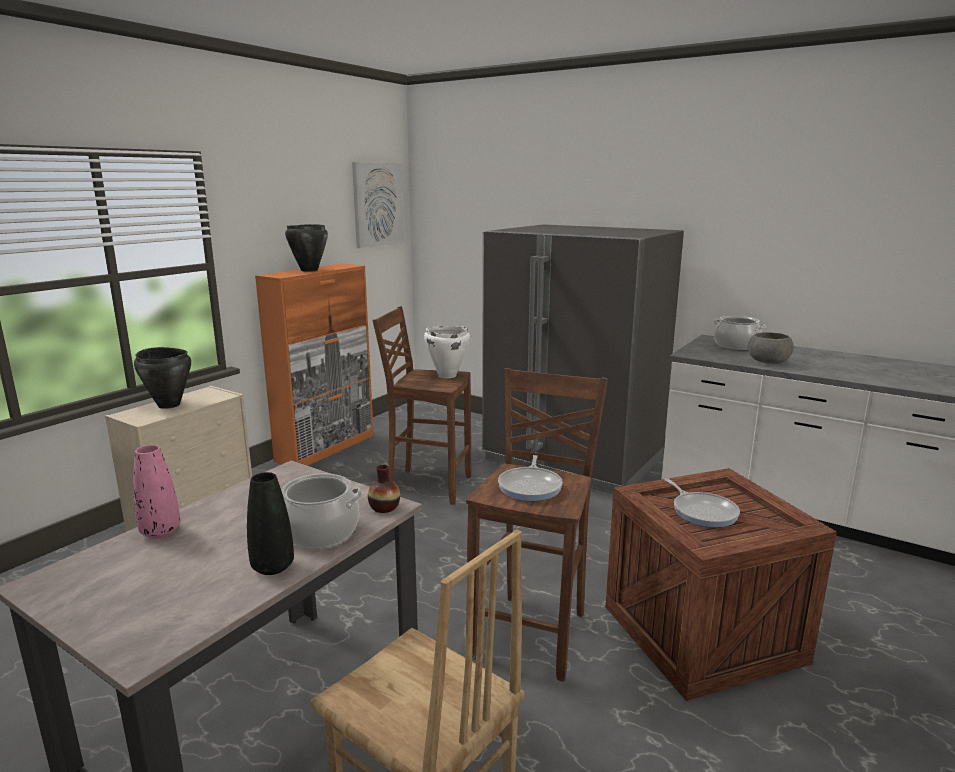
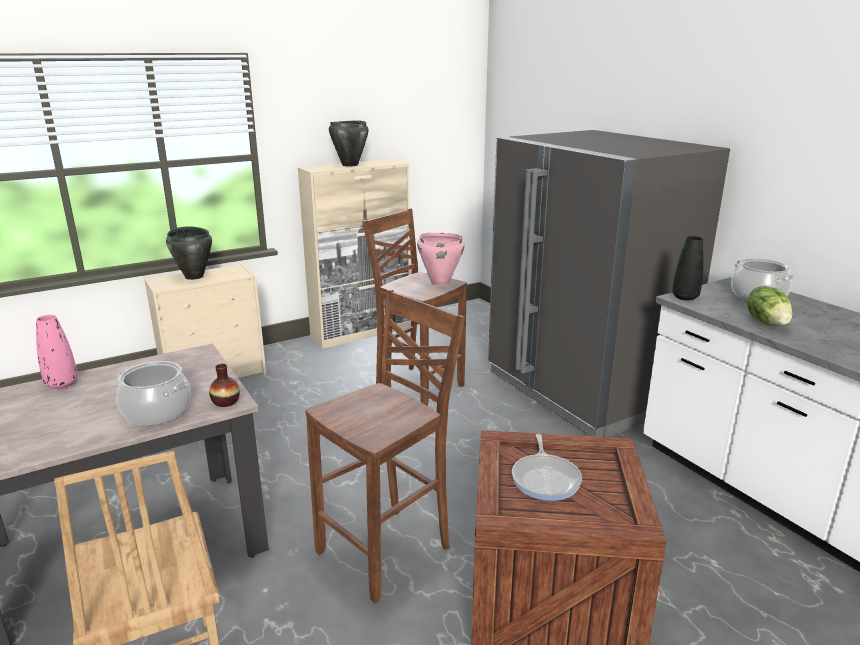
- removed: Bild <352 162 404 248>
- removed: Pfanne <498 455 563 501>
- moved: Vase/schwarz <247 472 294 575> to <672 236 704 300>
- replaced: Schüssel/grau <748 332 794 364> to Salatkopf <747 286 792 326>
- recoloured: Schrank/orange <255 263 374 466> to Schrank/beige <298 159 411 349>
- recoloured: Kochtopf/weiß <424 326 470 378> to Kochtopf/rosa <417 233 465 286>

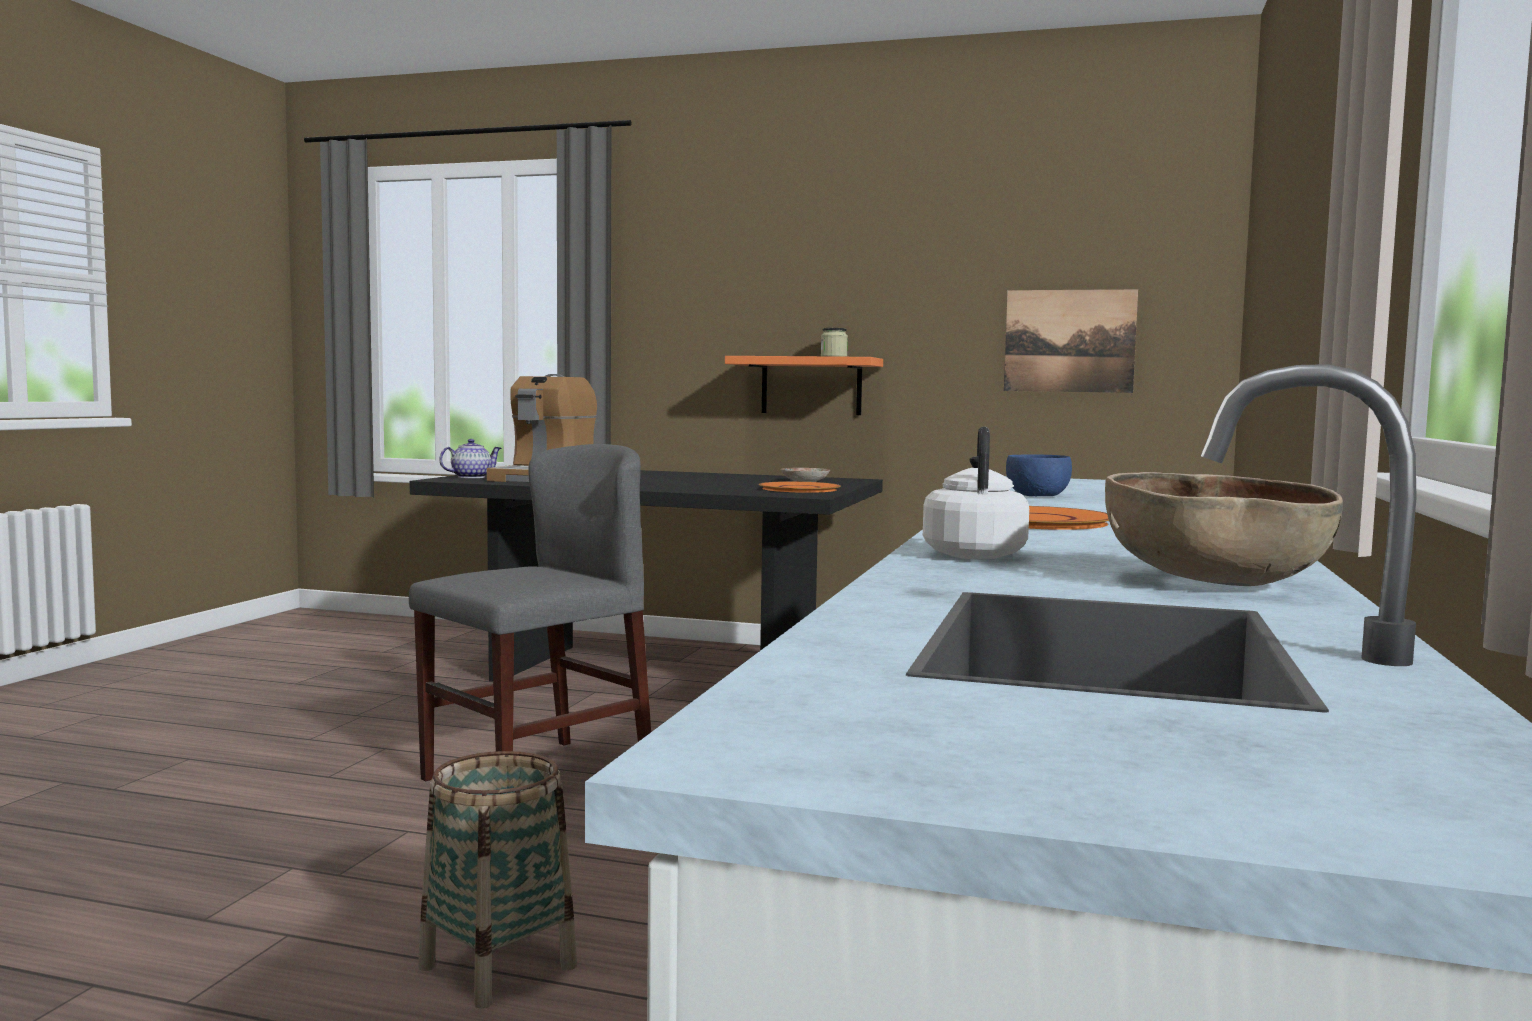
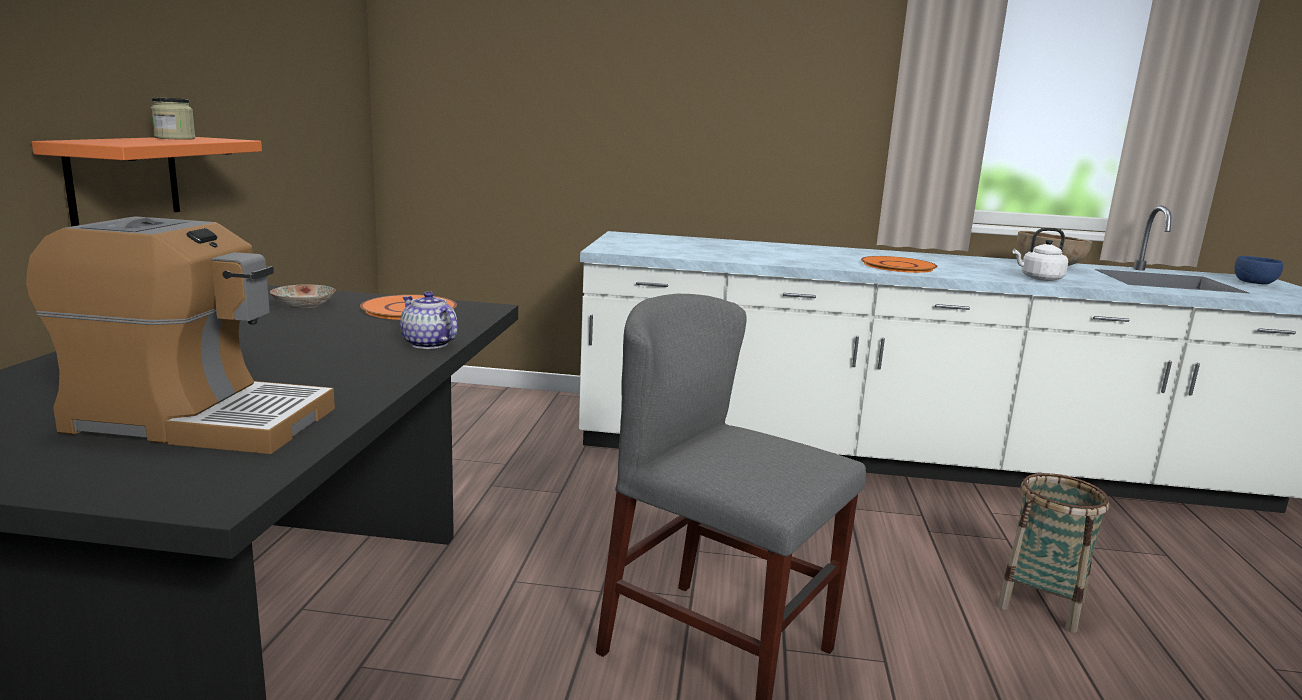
- removed: Bild <1004 289 1138 393>
- moved: Teekanne <439 439 502 478> to <400 291 457 349>
- moved: Schüssel/blau <1006 454 1072 496> to <1234 256 1283 284>

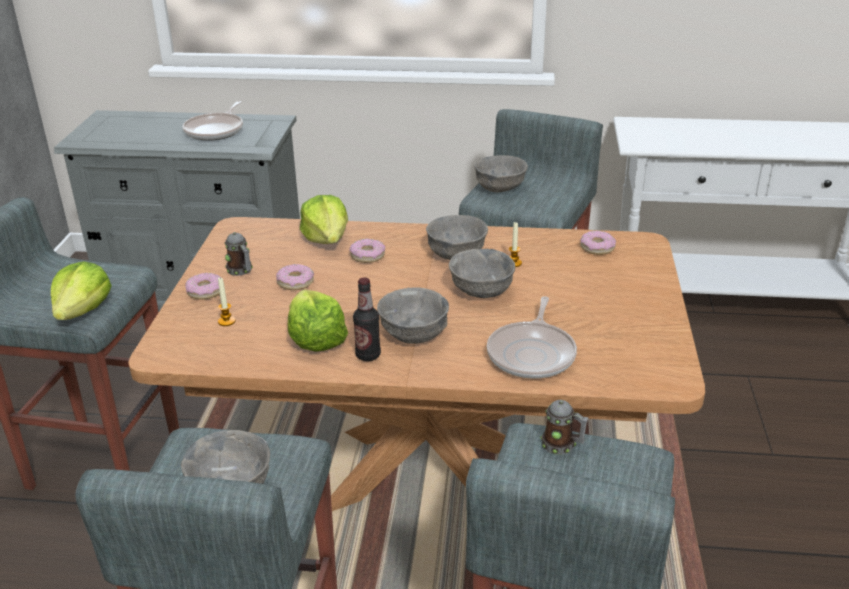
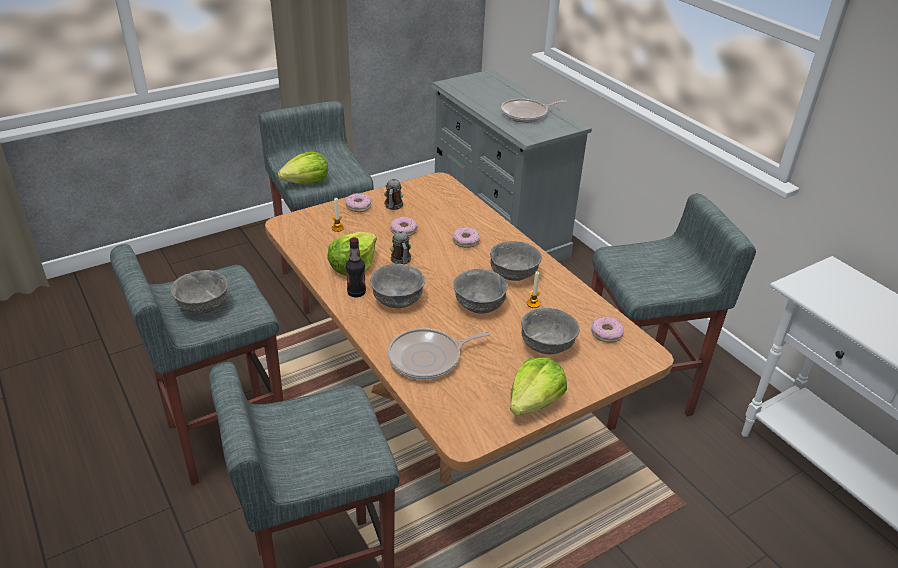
- moved: Salatkopf <300 195 348 244> to <510 357 567 416>
- moved: Schüssel/grau <474 155 528 192> to <521 308 580 355>
- moved: Henkelbecher <540 400 588 455> to <390 231 411 265>

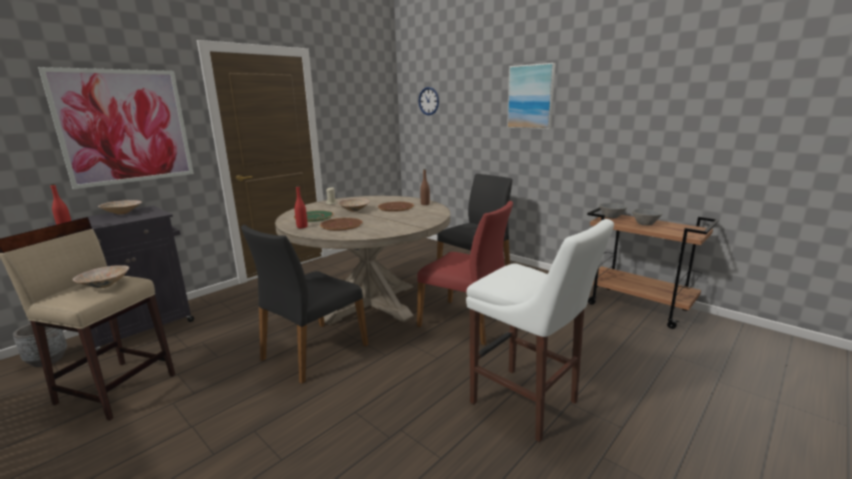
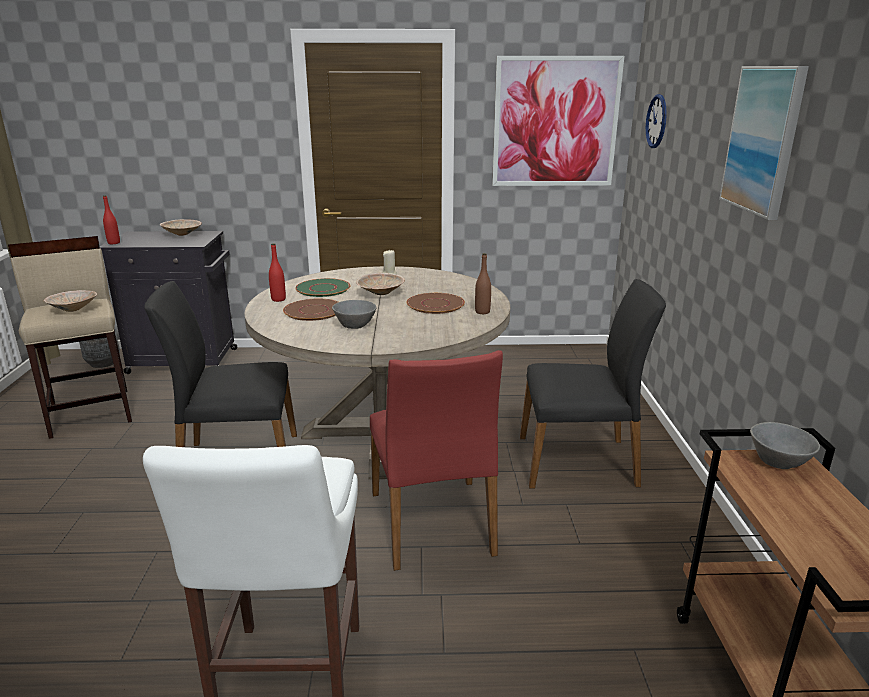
- moved: Bild <38 67 194 189> to <492 56 624 186>
- moved: Schüssel/grau <632 209 662 226> to <332 300 377 329>

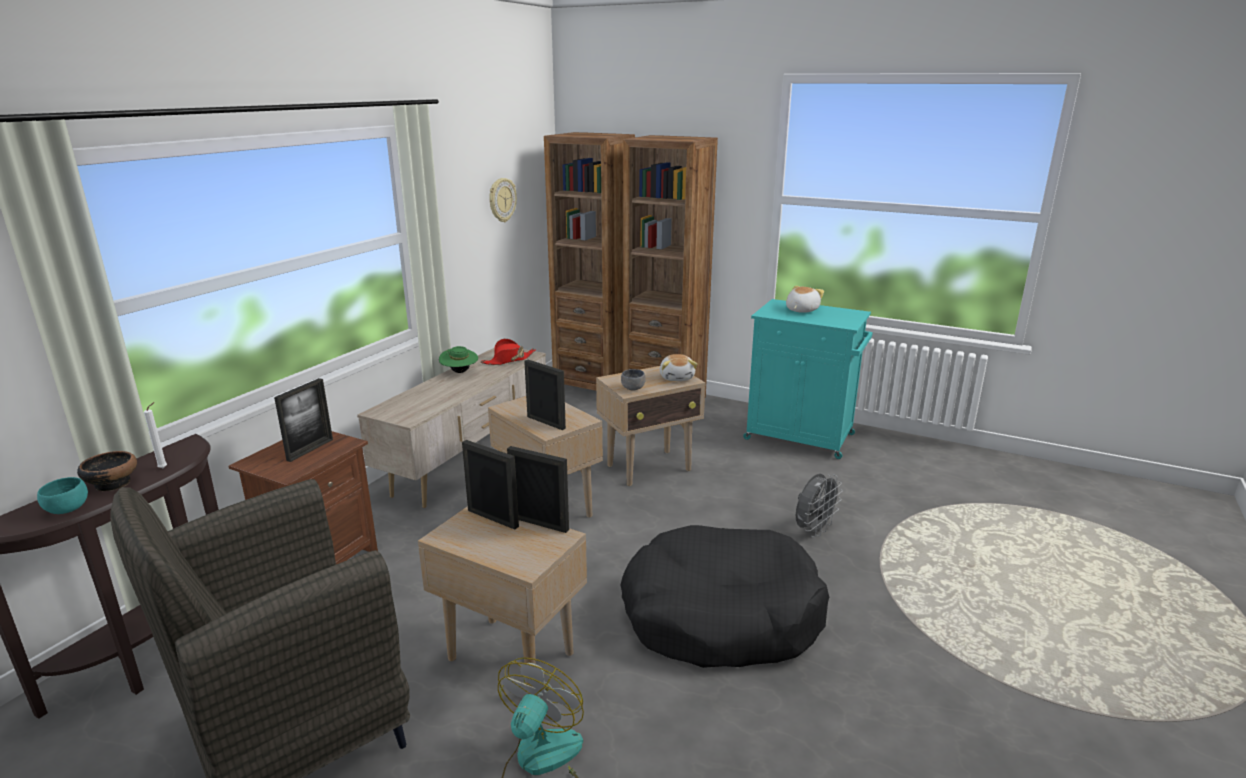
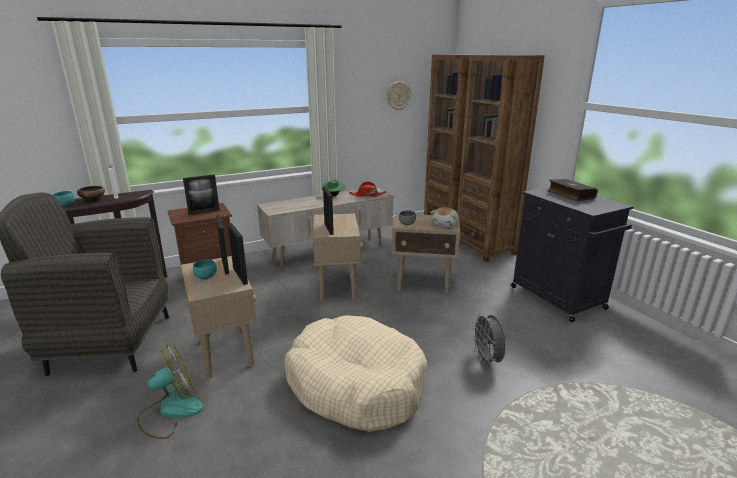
- added: Schüssel/türkis <193 260 217 280>
- replaced: Plüschtier <786 286 824 313> to Buch <547 179 598 201>
- recoloured: Hundebett/schwarz <620 525 829 668> to Hundebett/beige <284 315 427 432>
- recoloured: Schrank/türkis <743 299 873 459> to Schrank/schwarz <511 187 633 322>
- turned: Ventilator/grau <796 474 843 538> = <471 313 506 367> 90 degrees clockwise

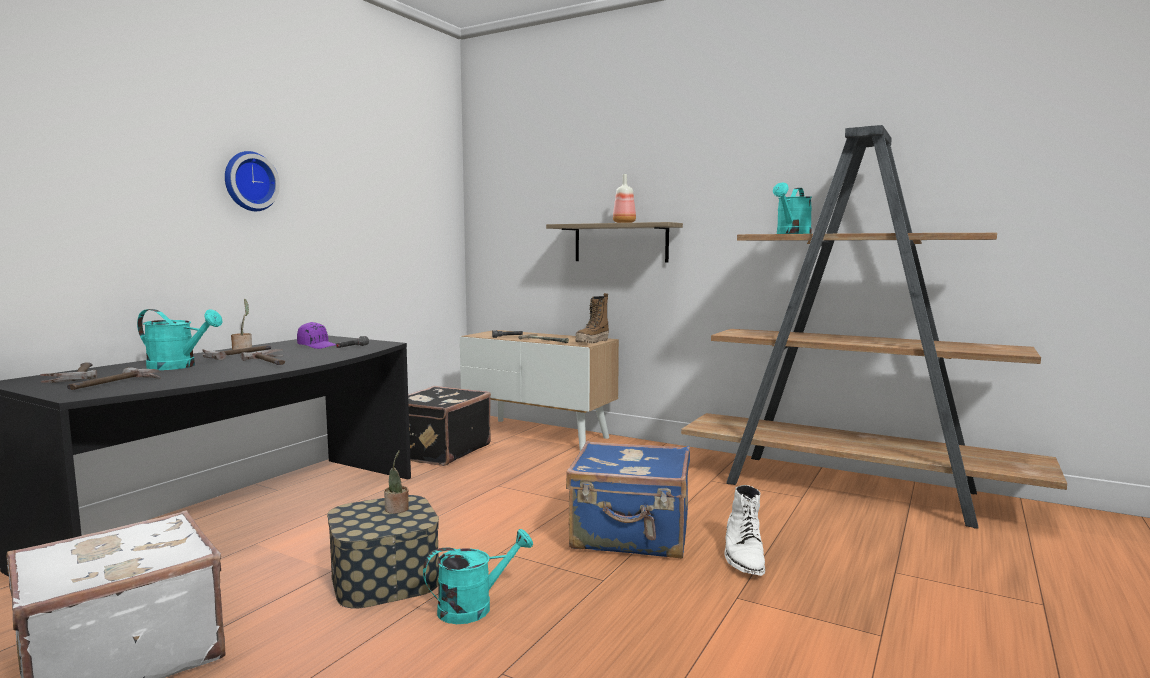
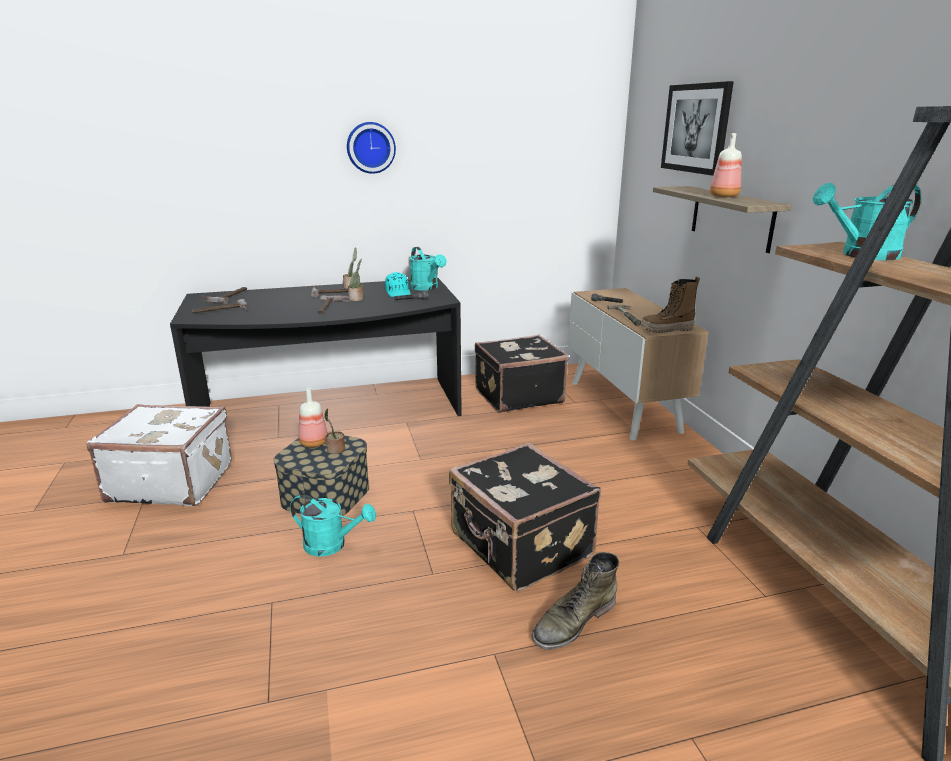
- added: Flasche <298 388 328 447>
- added: Topfpflanze <348 259 364 301>
- added: Bild <661 81 734 176>
- moved: Gießkanne/türkis <137 309 223 370> to <410 247 446 291>
- recoloured: Kappe/lila <297 322 336 349> to Kappe/türkis <385 272 411 297>
- recoloured: Koffer/blau <566 441 690 558> to Koffer/schwarz <449 443 601 592>
- recoloured: Stiefel/weiß <724 485 765 576> to Stiefel/grün <531 552 619 650>

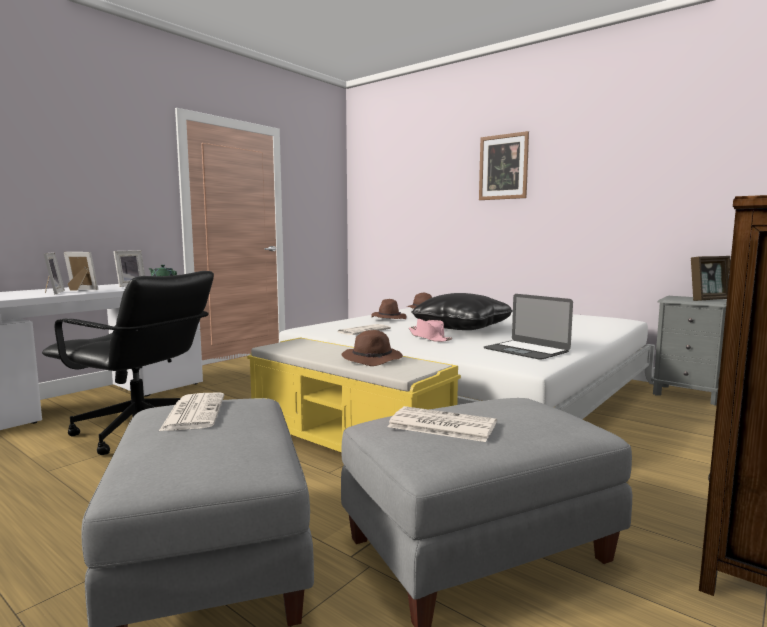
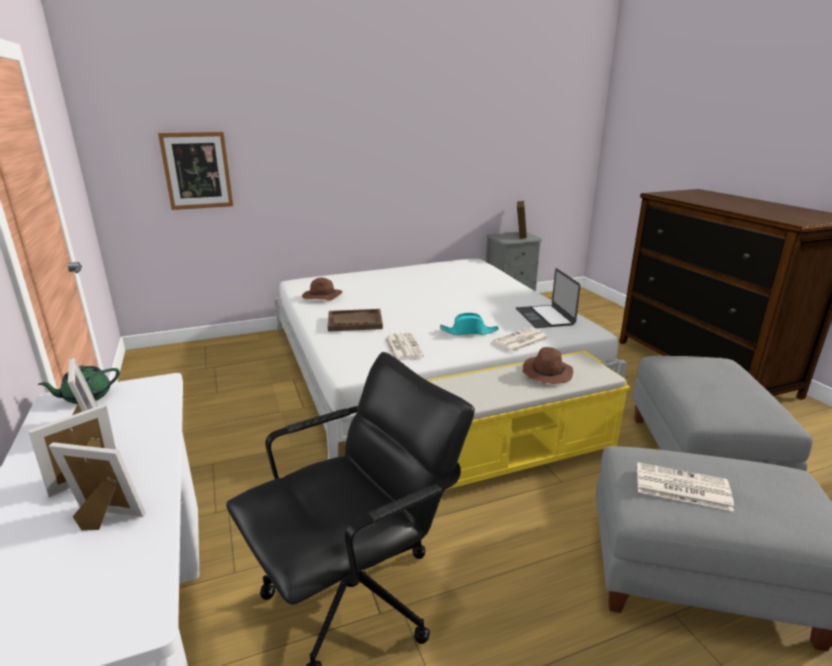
- removed: Kissen/schwarz <411 293 513 330>
- moved: Zeitung <387 406 497 442> to <492 328 549 352>
- moved: Bild <479 131 529 200> to <158 132 233 210>
- replaced: Hut/braun <371 299 407 319> to Tablett/braun <328 309 383 332>
- recoloured: Hut/rosa <409 319 452 342> to Hut/türkis <440 313 499 335>
- turned: Laptop <484 294 573 360> = <516 268 581 328> 90 degrees clockwise

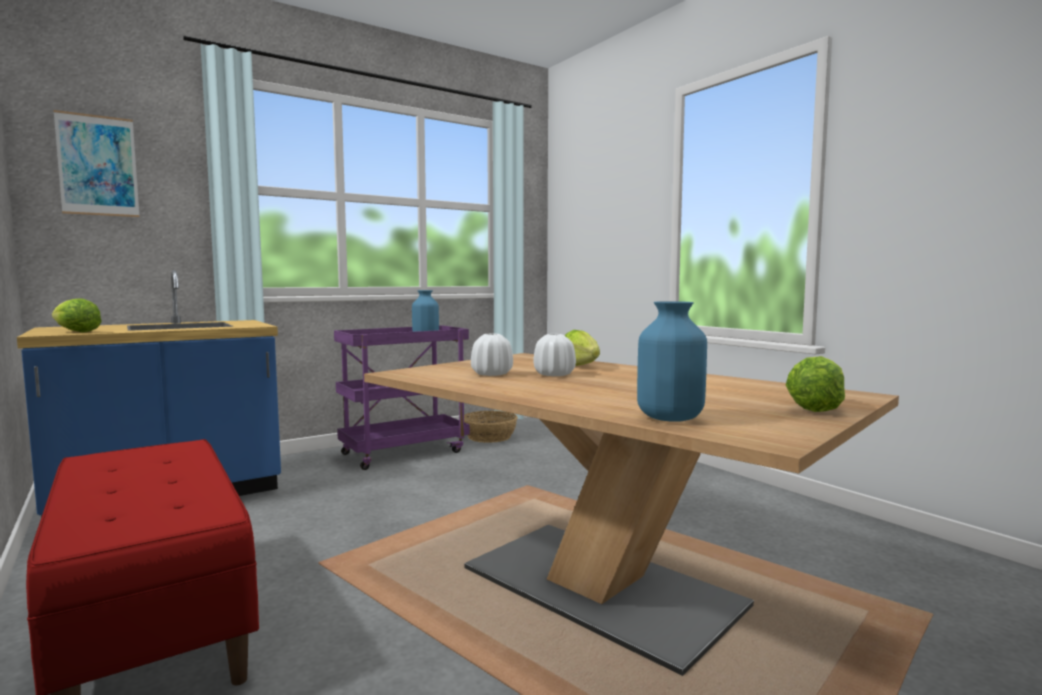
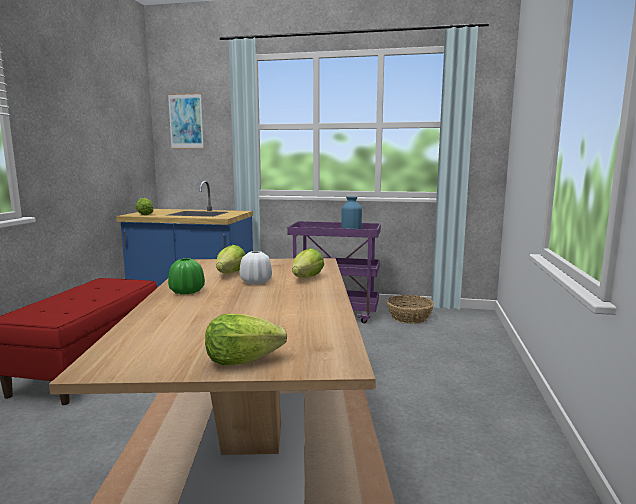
- removed: Vase/blau <637 301 707 422>
- added: Vase/grün <168 258 205 294>
- replaced: Vase/weiß <471 333 513 376> to Salatkopf <216 245 246 273>

